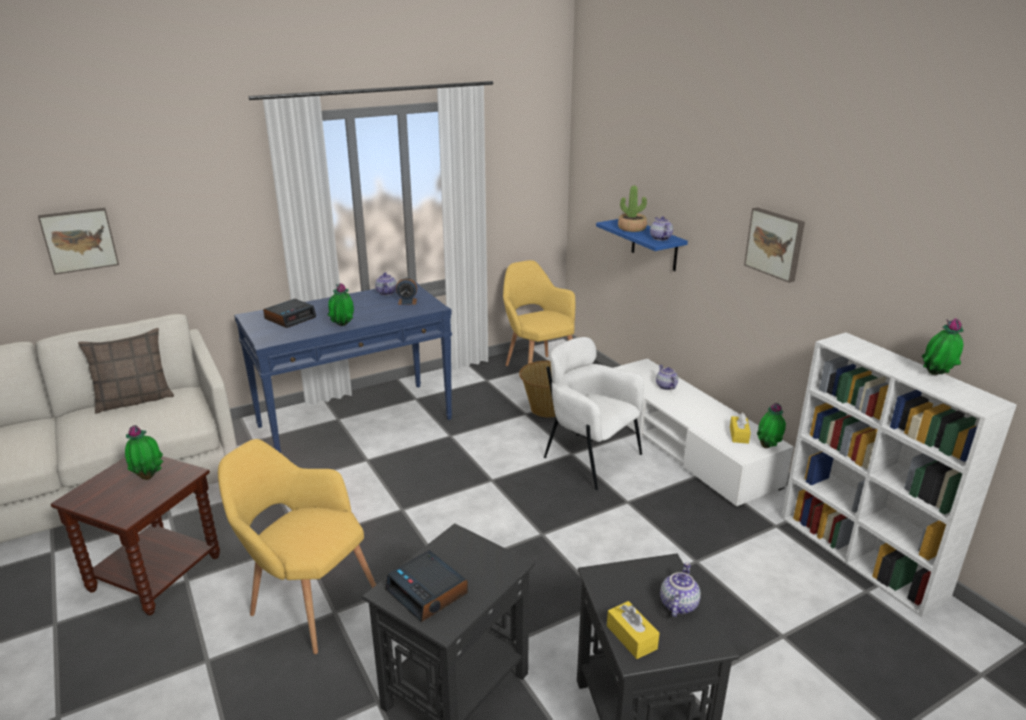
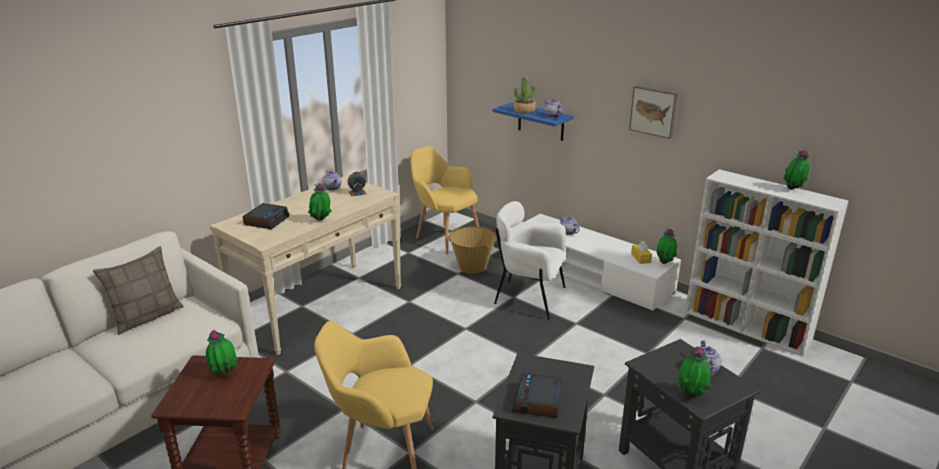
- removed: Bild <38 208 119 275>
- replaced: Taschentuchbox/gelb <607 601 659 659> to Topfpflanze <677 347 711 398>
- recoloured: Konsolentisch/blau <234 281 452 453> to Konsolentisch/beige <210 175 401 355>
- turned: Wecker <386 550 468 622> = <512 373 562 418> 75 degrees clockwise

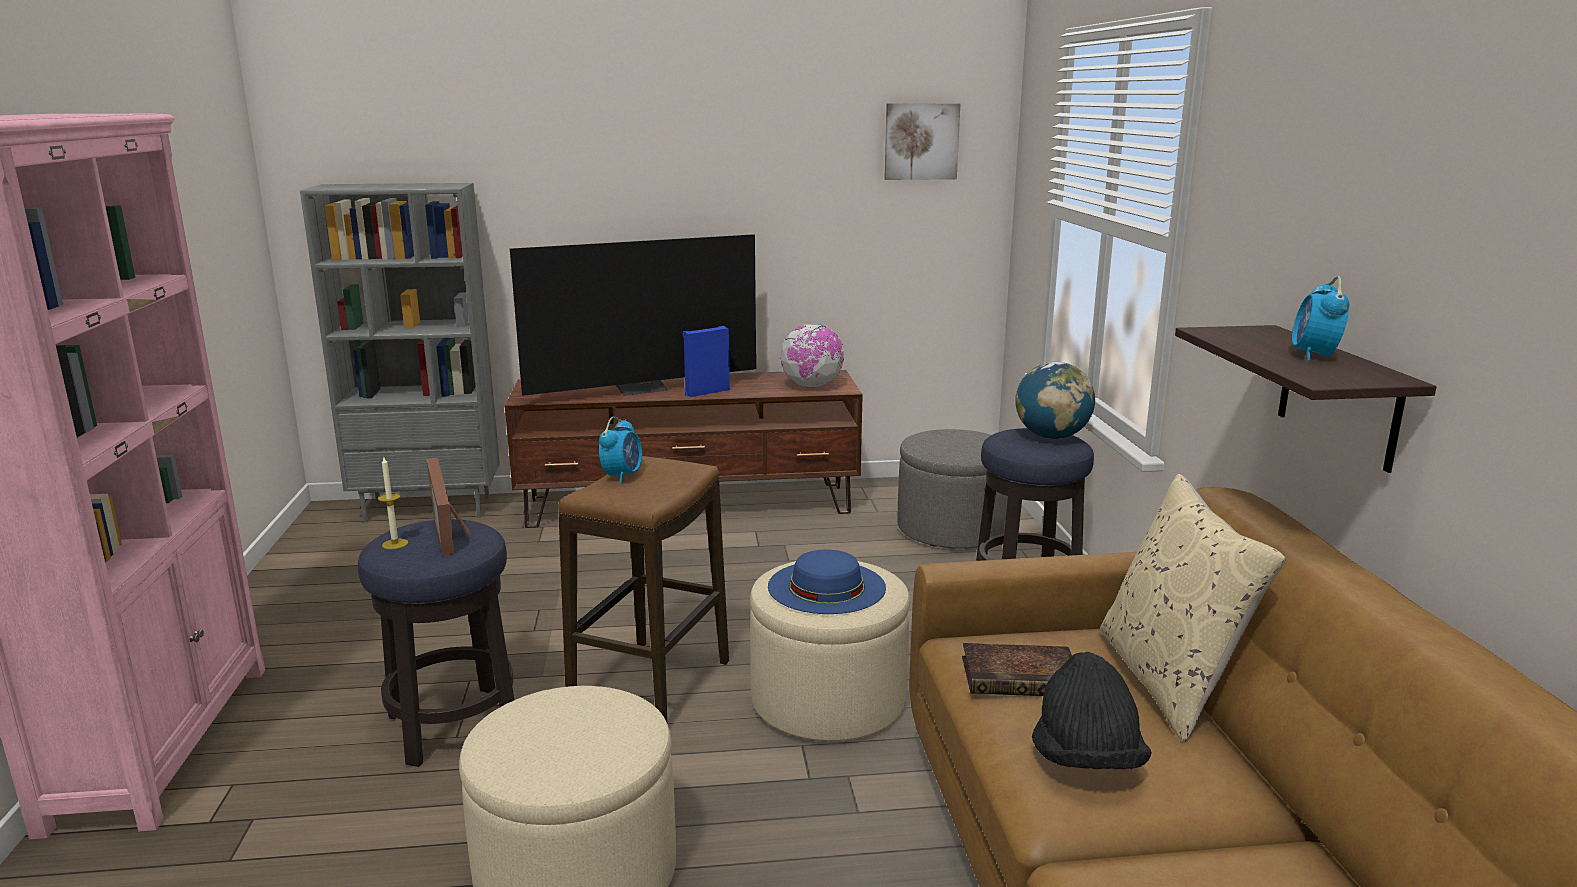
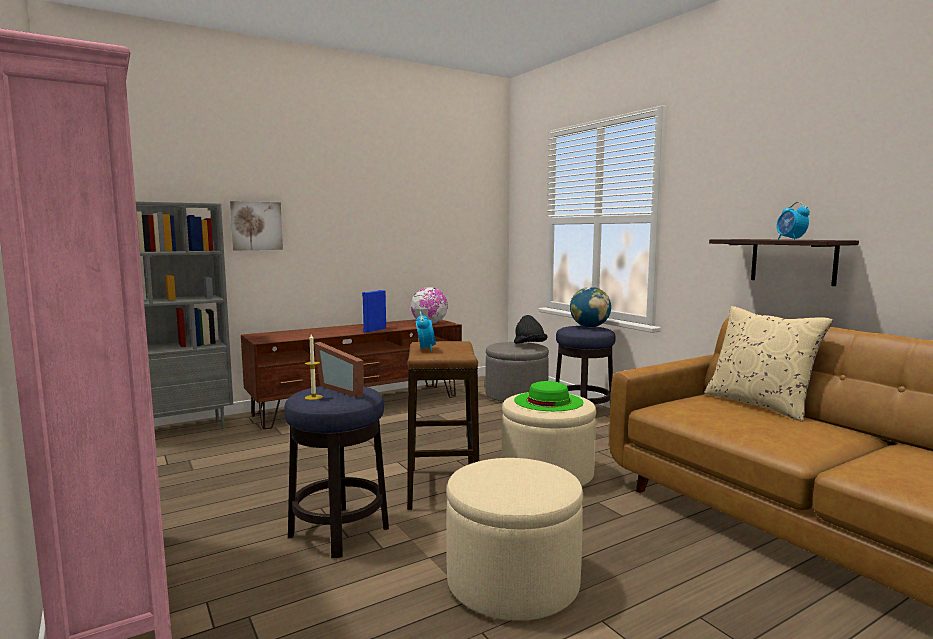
- removed: Fernseher <510 234 756 396>
- removed: Buch <962 643 1072 696>
- moved: Bild <884 103 961 180> to <230 201 283 251>
- moved: Hut/schwarz <1032 652 1151 770> to <514 315 548 344>
- recoloured: Hut/blau <768 550 886 614> to Hut/grün <514 381 584 411>

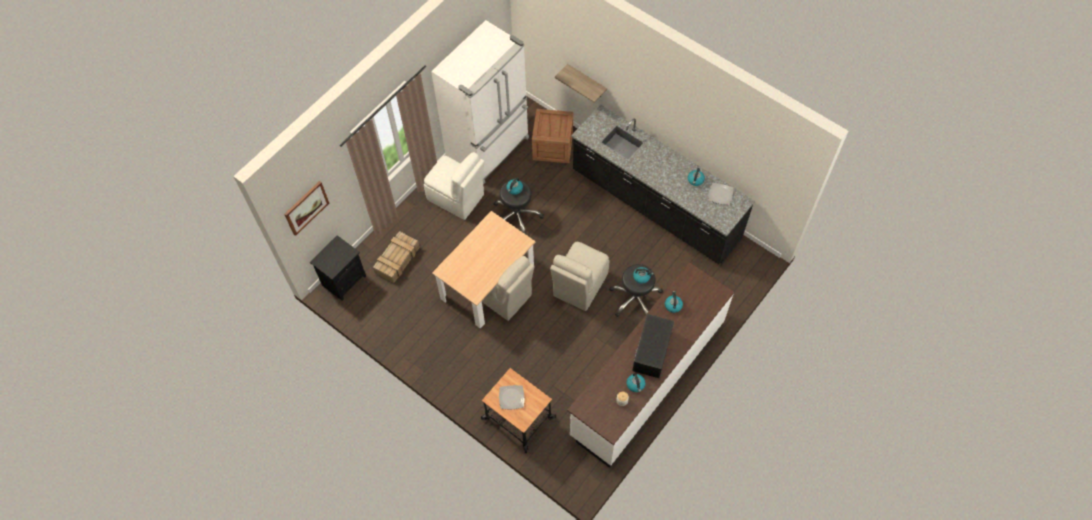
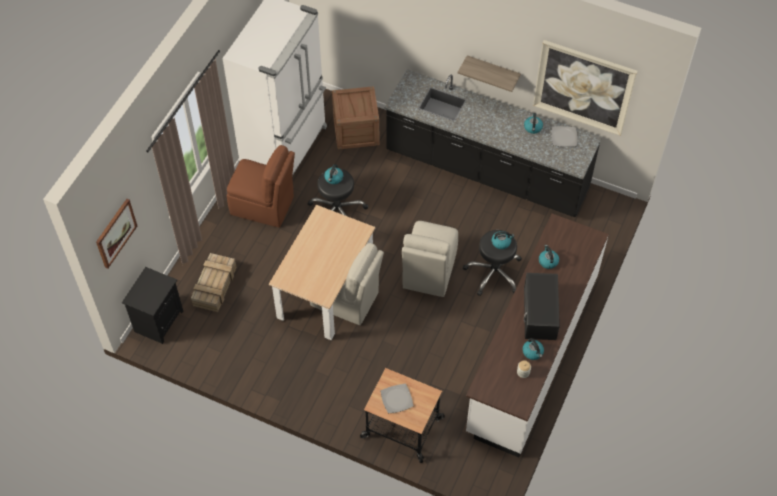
- added: Bild <533 40 638 136>
- moved: Wandregal <555 64 607 103> to <458 55 521 92>
- recoloured: Stuhl/weiß <424 152 485 220> to Stuhl/braun <227 145 295 228>

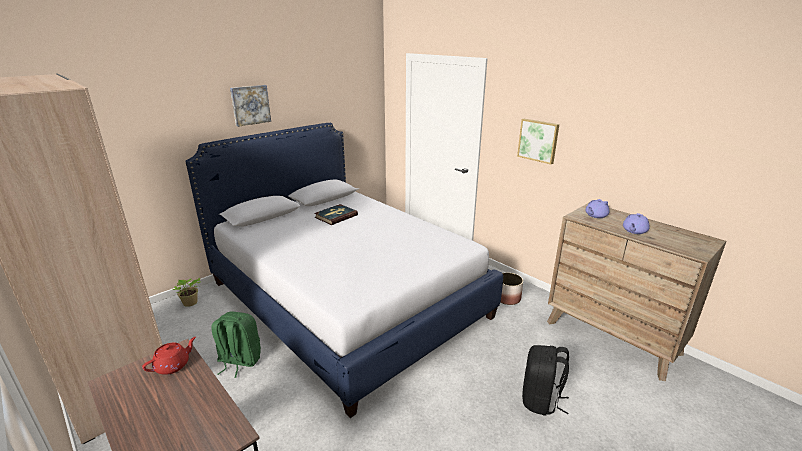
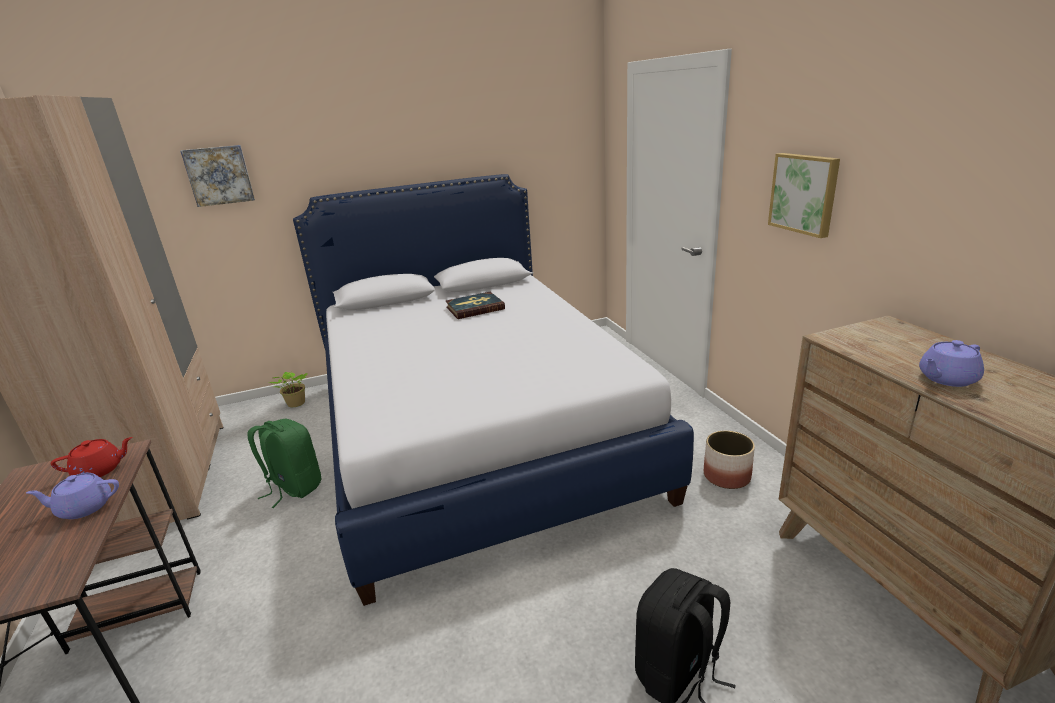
- moved: Bild <230 85 271 127> to <180 145 255 207>
- moved: Teekanne/lila <586 199 609 218> to <26 473 119 519>

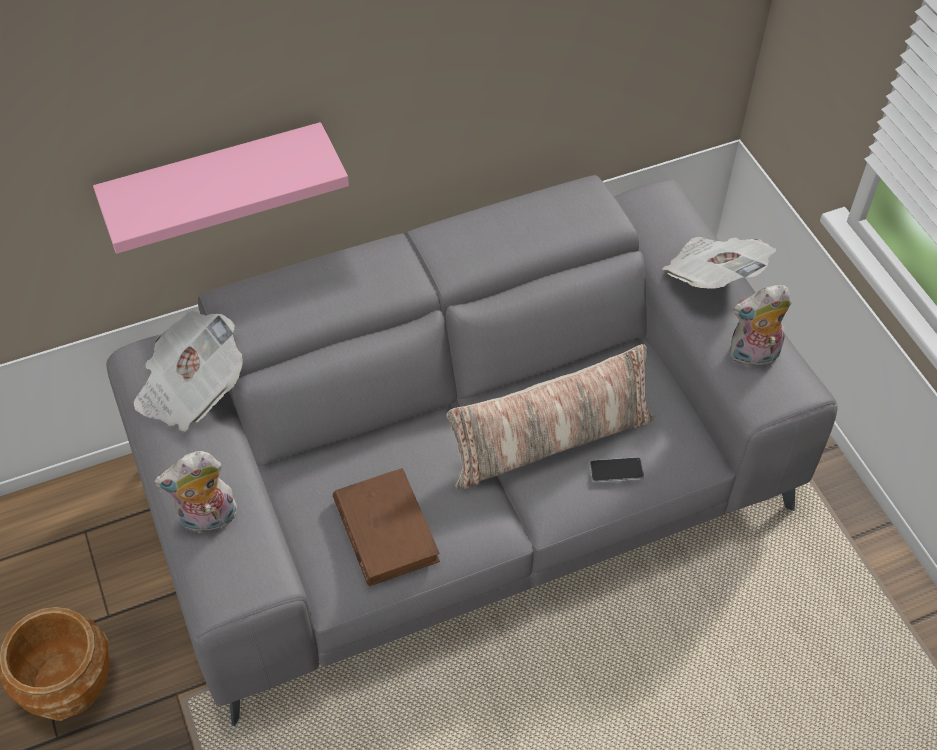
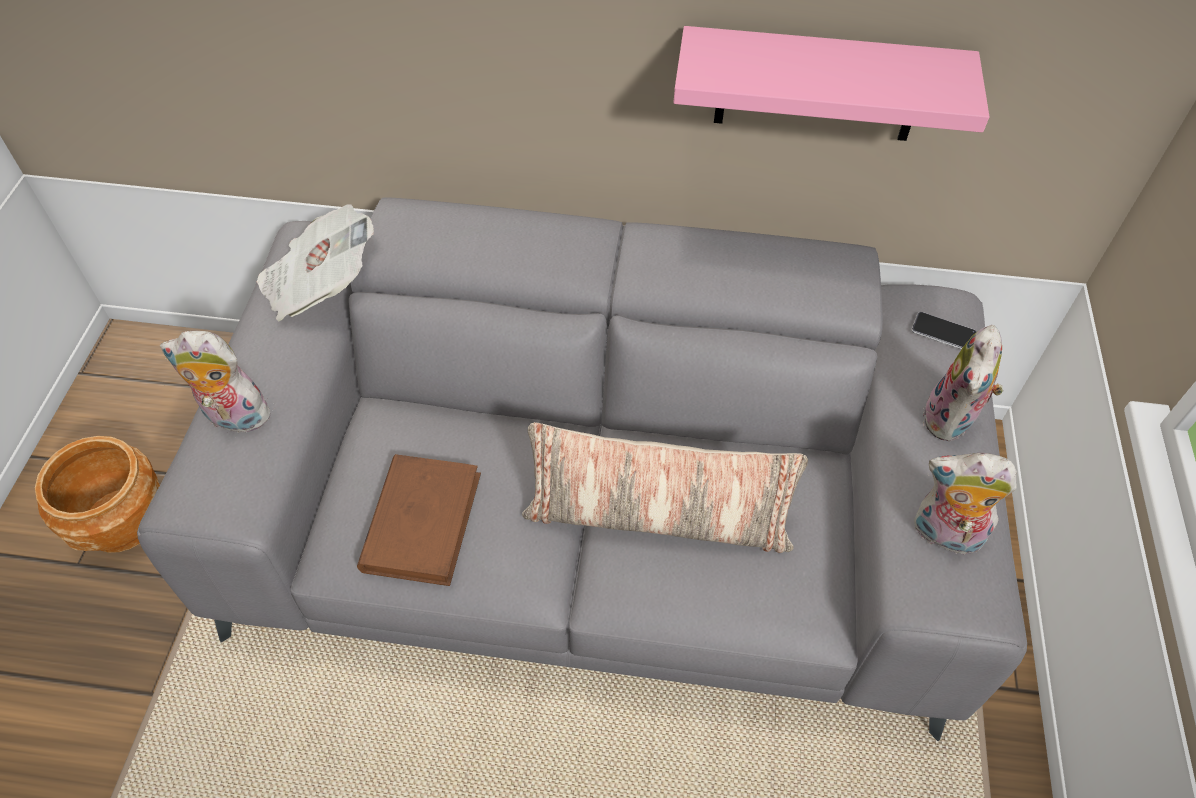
- moved: Wandregal/rosa <93 122 349 254> to <673 26 989 141>
- moved: Handy <590 457 644 483> to <911 312 977 349>
- replaced: Zeitung <662 237 776 289> to Plüschtier <923 325 1004 441>

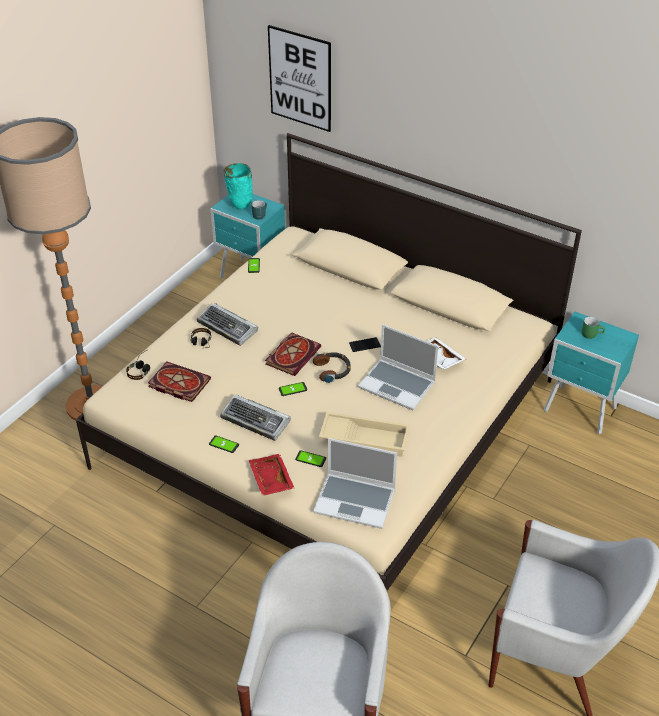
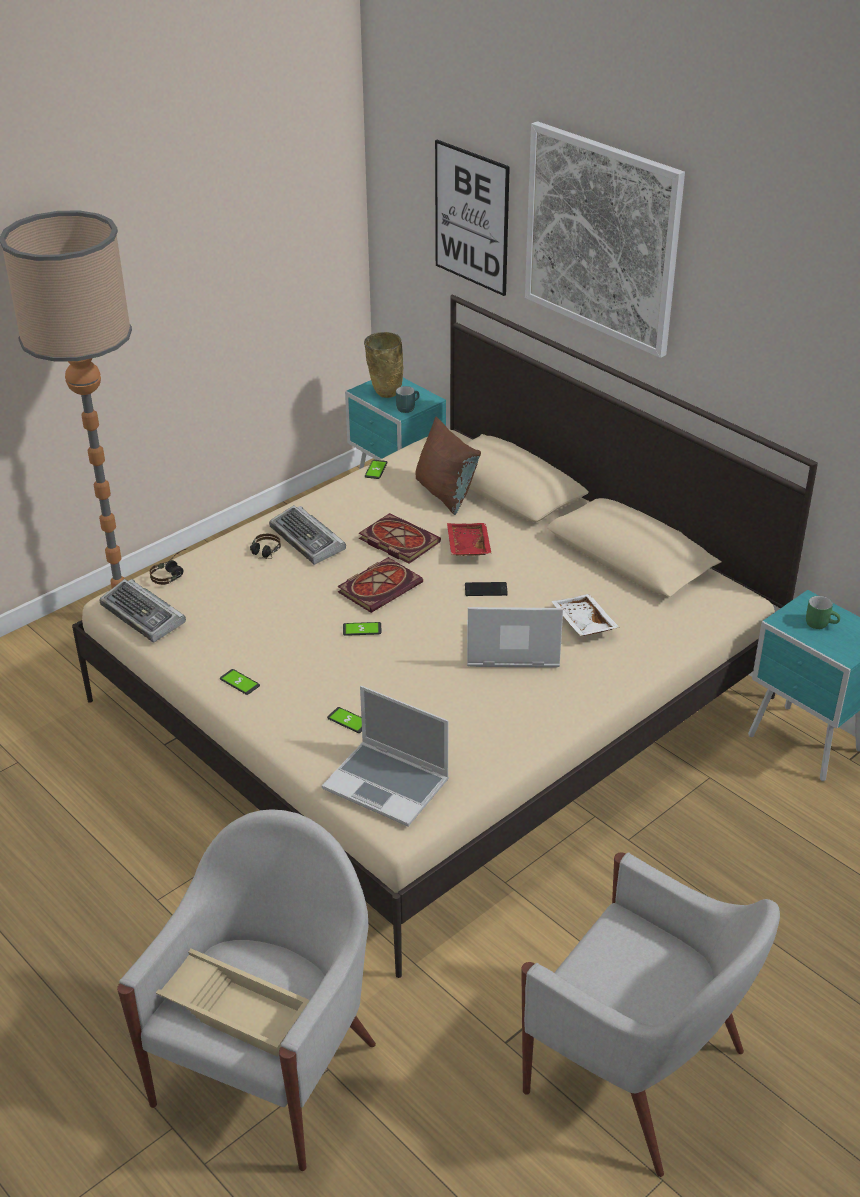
- removed: Kopfhörer <313 352 351 383>
- added: Kissen/braun <415 417 481 515>
- added: Bild <525 121 685 358>
- moved: Buch <148 362 211 402> to <359 513 441 564>
- moved: Tastatur <220 394 291 441> to <99 579 186 643>
- moved: Tablett/rot <249 454 294 496> to <447 523 492 556>
- moved: Tablett/beige <319 412 410 457> to <156 949 310 1057>
- recoloured: Vase/türkis <223 163 253 210> to Vase/beige <364 332 403 398>
- turned: Laptop <358 324 438 410> = <467 607 563 668> 135 degrees clockwise

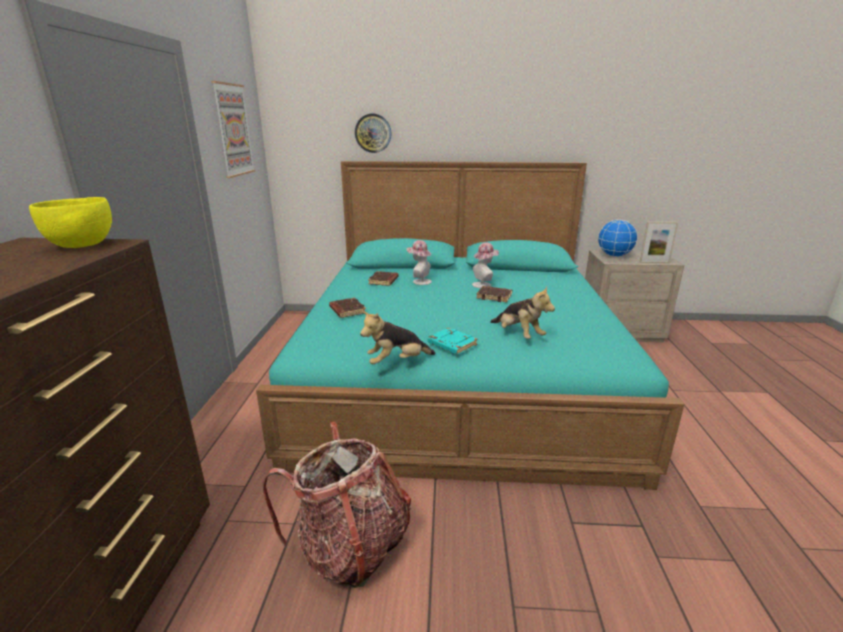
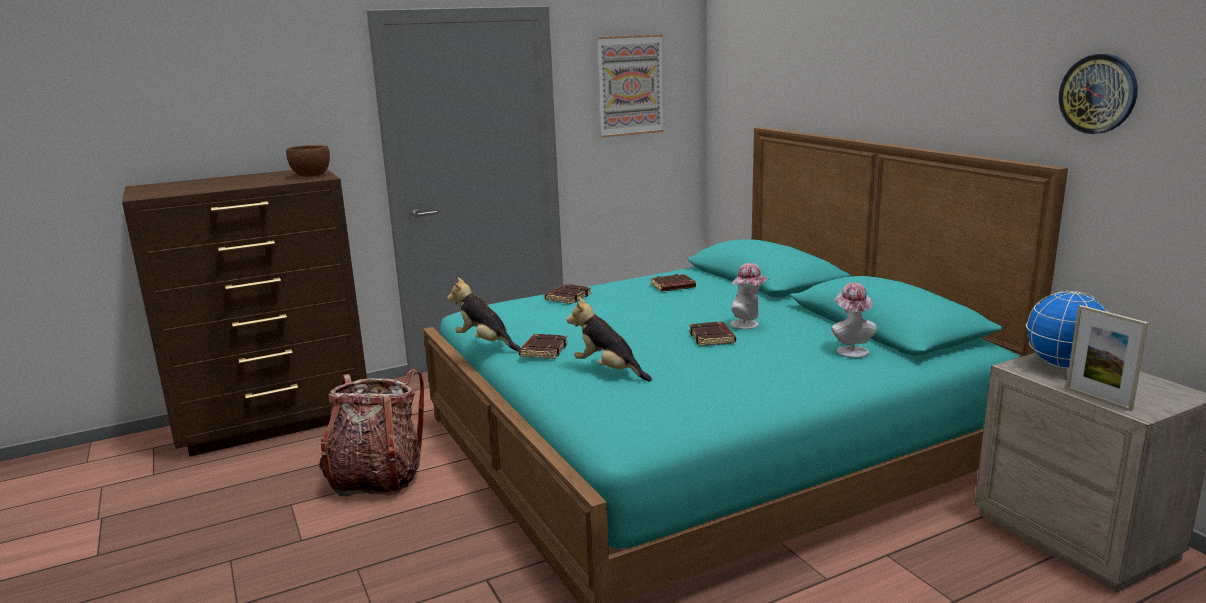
- moved: Wanduhr <355 114 392 153> to <1058 54 1138 134>
- moved: Hut <407 240 432 285> to <831 282 877 358>
- recoloured: Schüssel/gelb <29 197 112 248> to Schüssel/braun <286 145 330 177>
- recoloured: Buch/türkis <428 328 478 354> to Buch/braun <519 334 568 359>
- turned: Plüschtier <490 287 555 339> = <567 297 652 382> 105 degrees clockwise

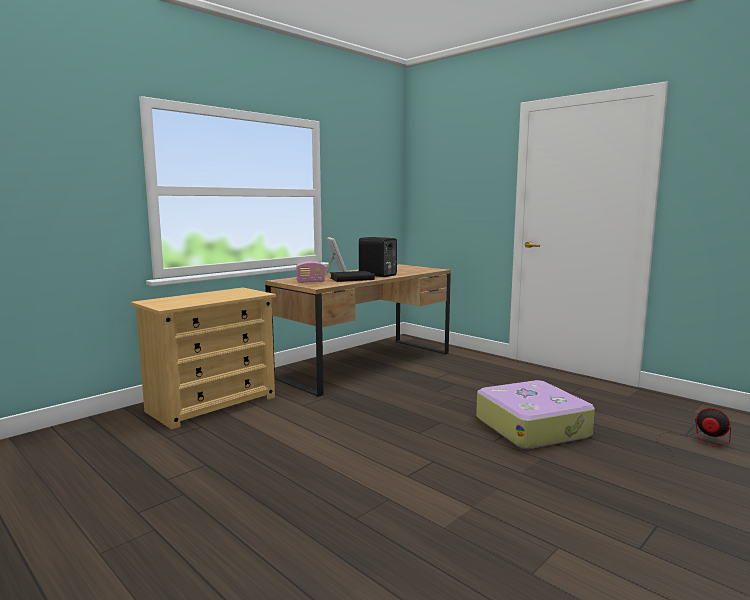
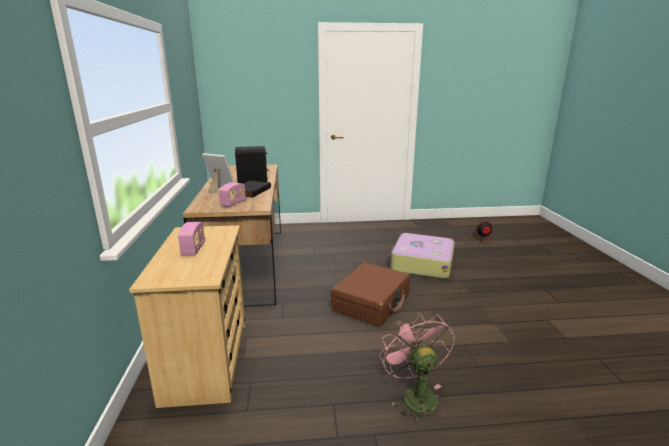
- added: Radio <178 222 205 256>
- added: Koffer/braun <331 262 410 326>
- added: Ventilator/rosa <379 313 455 424>

